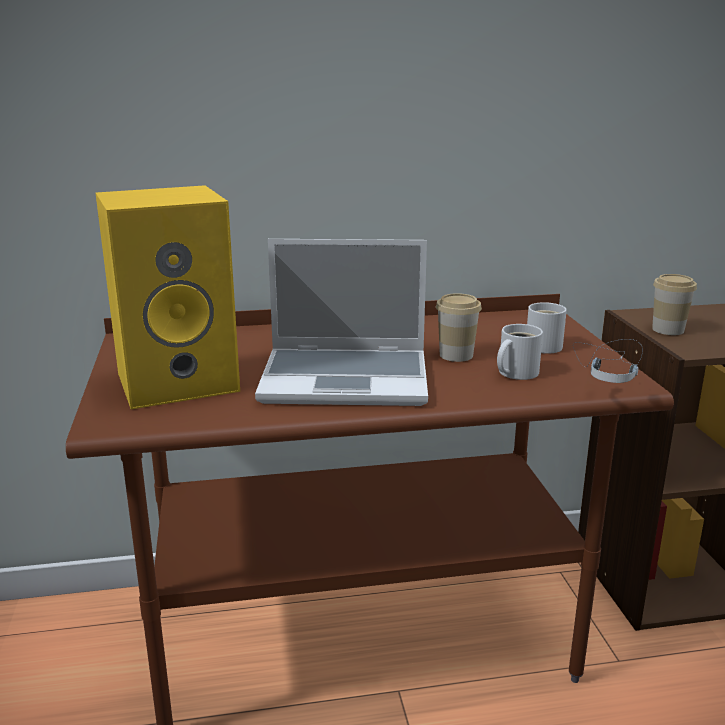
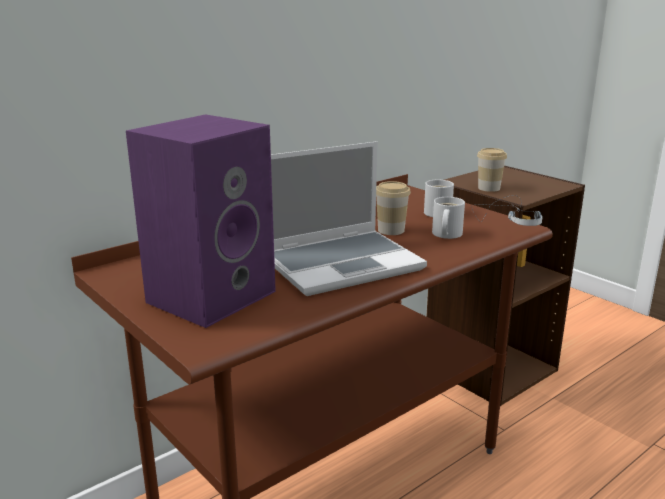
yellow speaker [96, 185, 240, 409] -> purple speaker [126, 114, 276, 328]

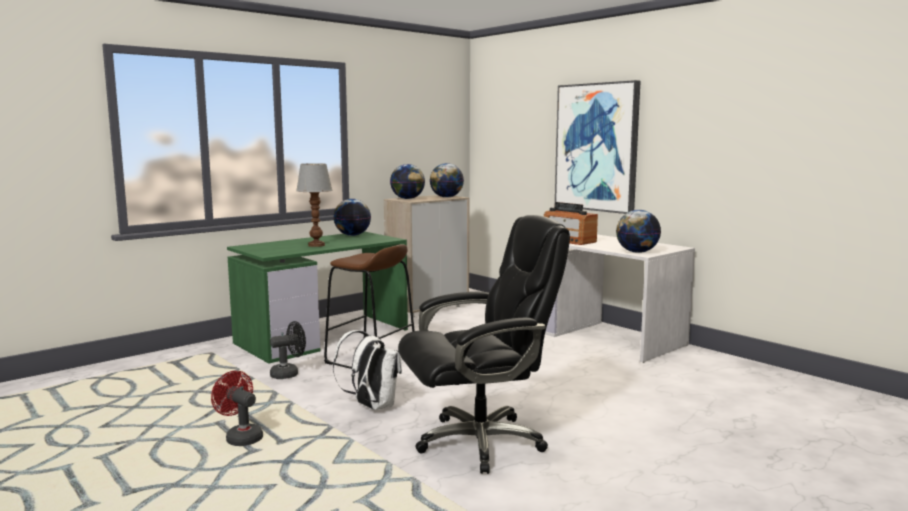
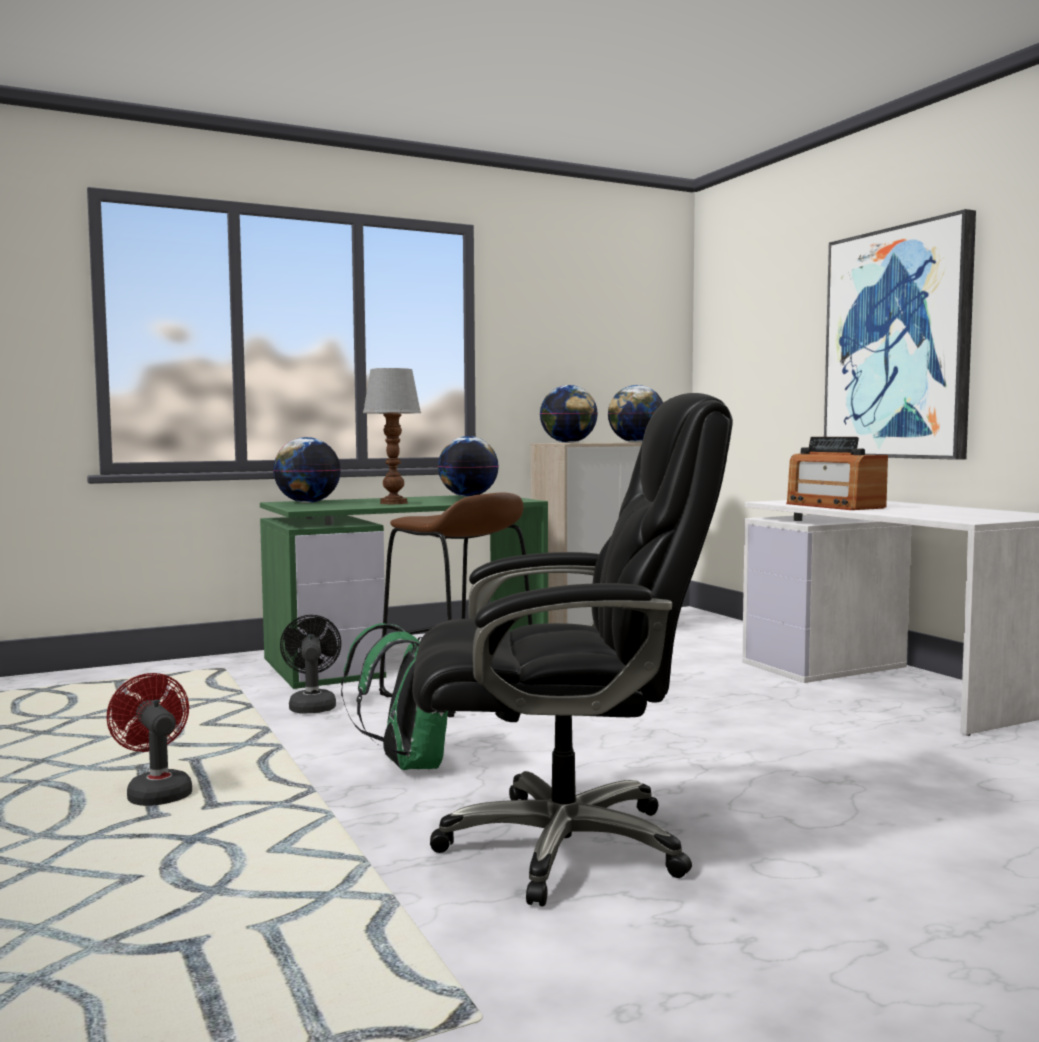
globe [616, 210, 661, 253] -> globe [273, 437, 341, 503], move
white backpack [333, 330, 402, 410] -> green backpack [341, 623, 448, 770]
black fan [270, 321, 306, 379] -> black fan [280, 615, 341, 713], 90 degrees counterclockwise

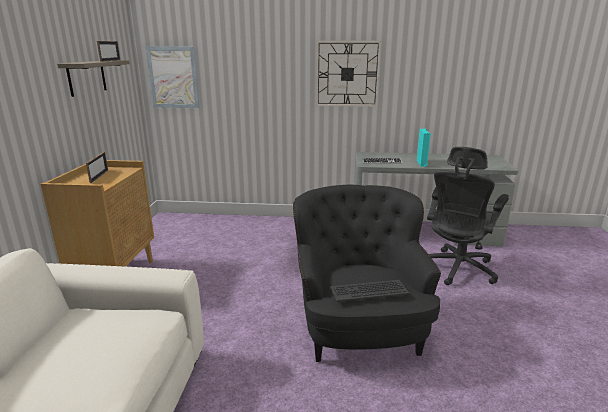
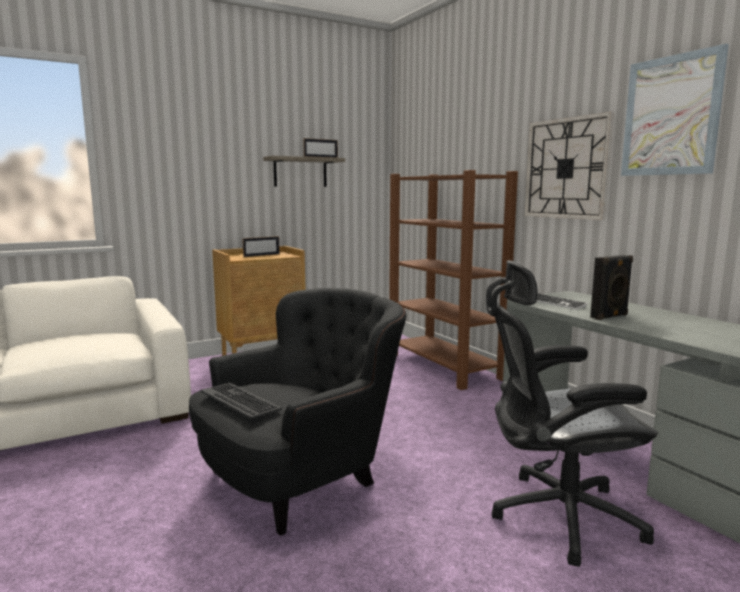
none -> brown bookcase [389, 170, 518, 390]
picture [146, 47, 200, 108] -> picture [621, 44, 729, 176], move
turquoise speaker [417, 129, 431, 167] -> black speaker [590, 255, 633, 320]

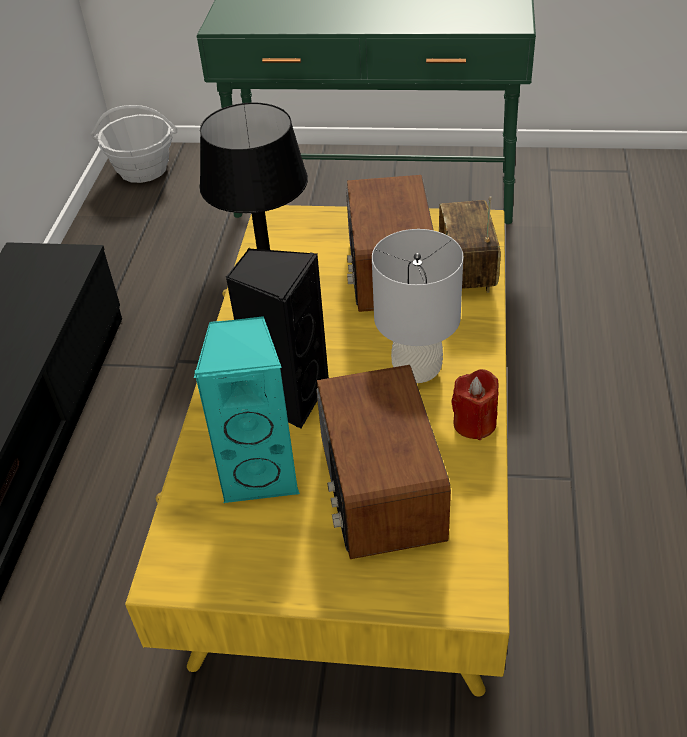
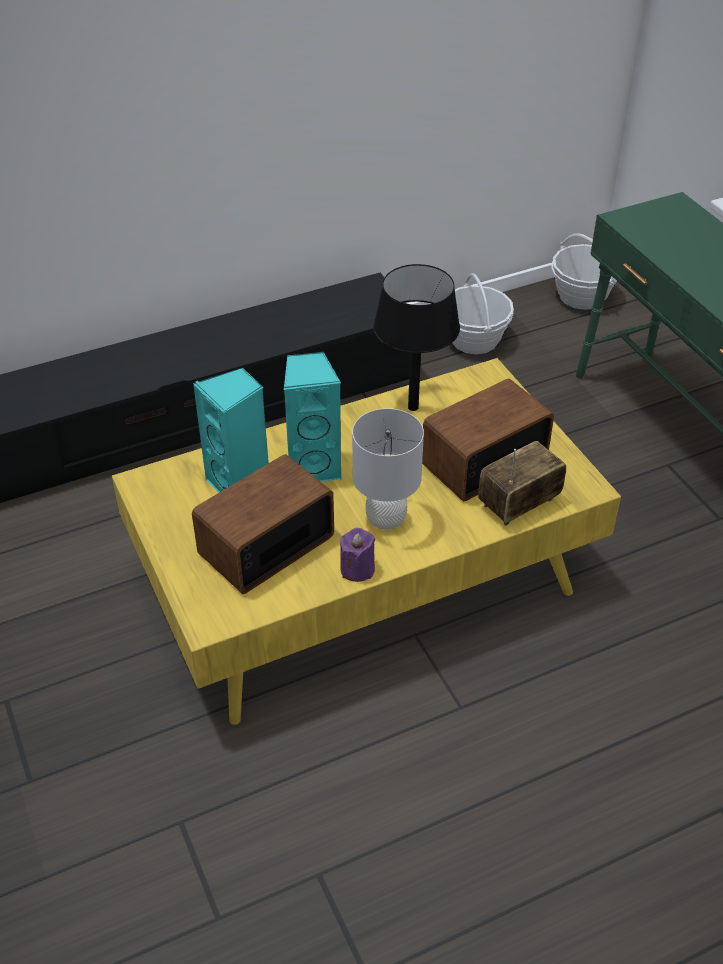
none -> basket [452, 273, 514, 354]
black speaker [225, 247, 329, 429] -> turquoise speaker [284, 352, 342, 482]
red candle [451, 369, 499, 440] -> purple candle [340, 528, 375, 582]

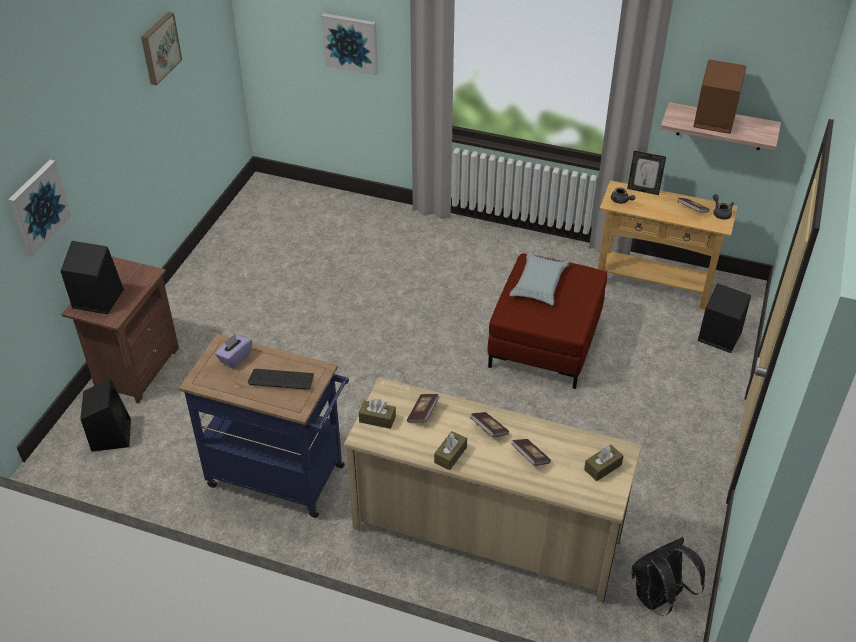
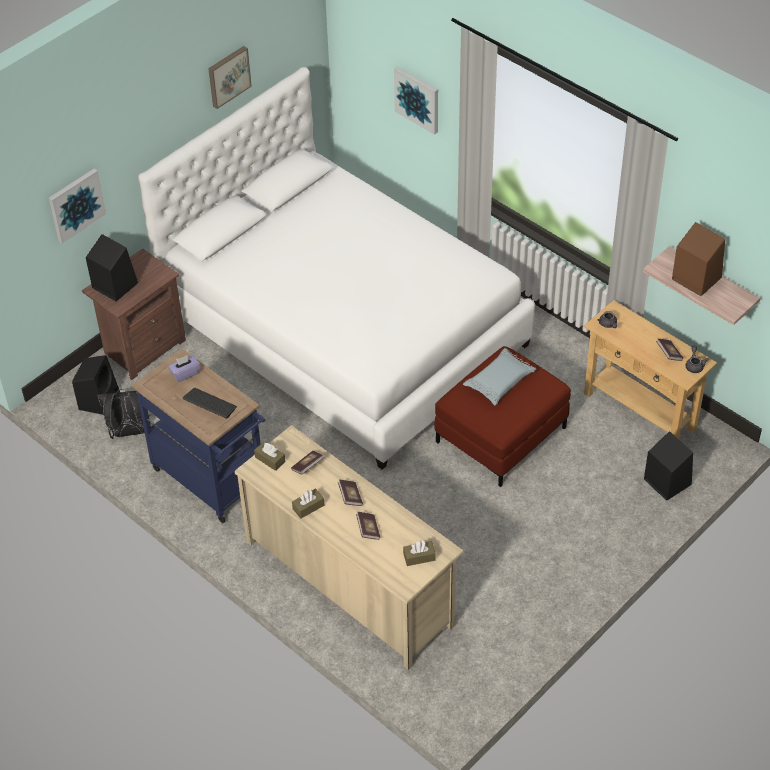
picture frame [627, 151, 666, 195] -> none
none -> white bed [138, 67, 535, 470]
black backpack [632, 537, 705, 616] -> black backpack [98, 389, 145, 439], move

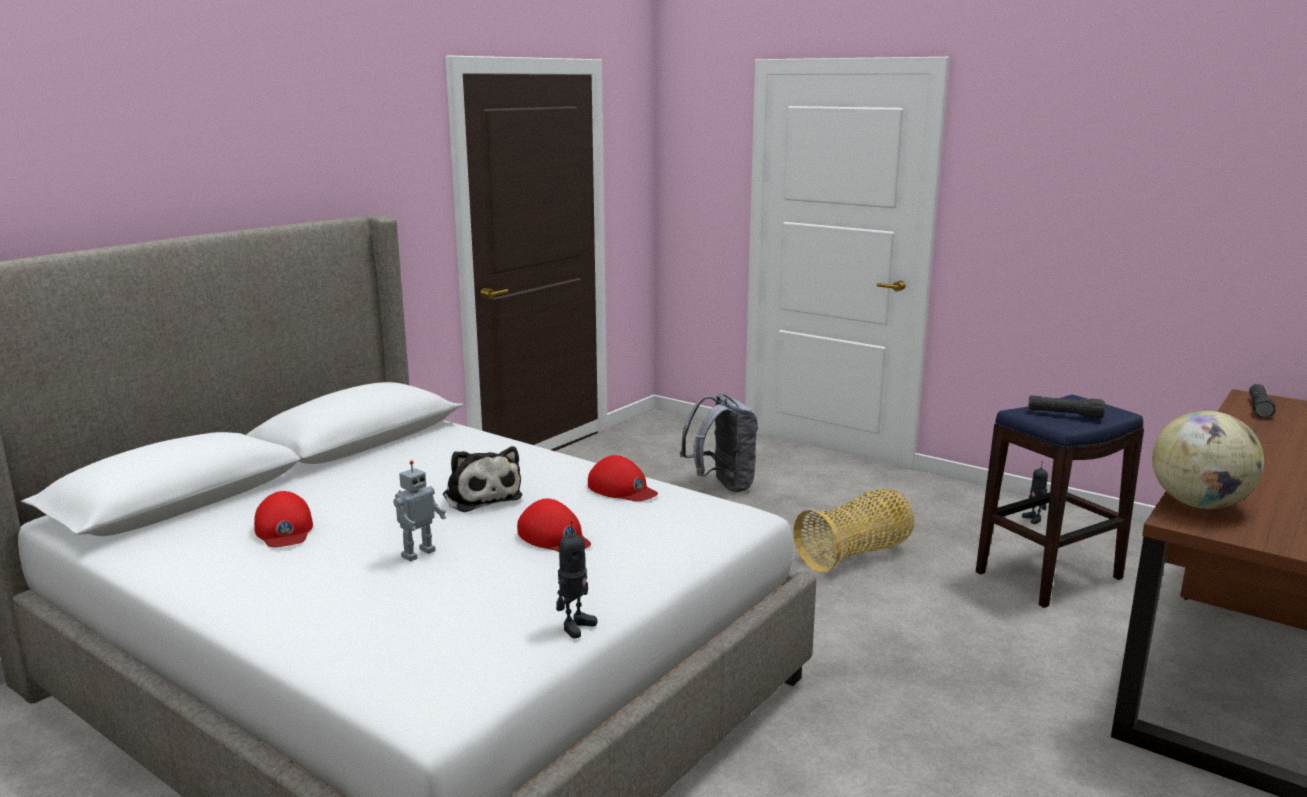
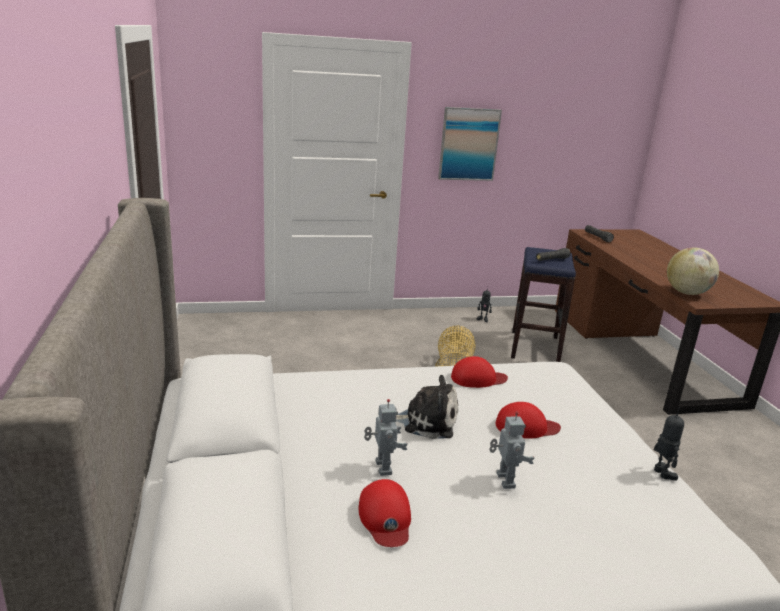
grey backpack [680, 393, 758, 493] -> none
none -> toy robot [364, 399, 408, 476]
none -> picture [438, 107, 502, 181]
red cap [254, 491, 313, 547] -> red cap [359, 479, 411, 547], 60 degrees clockwise

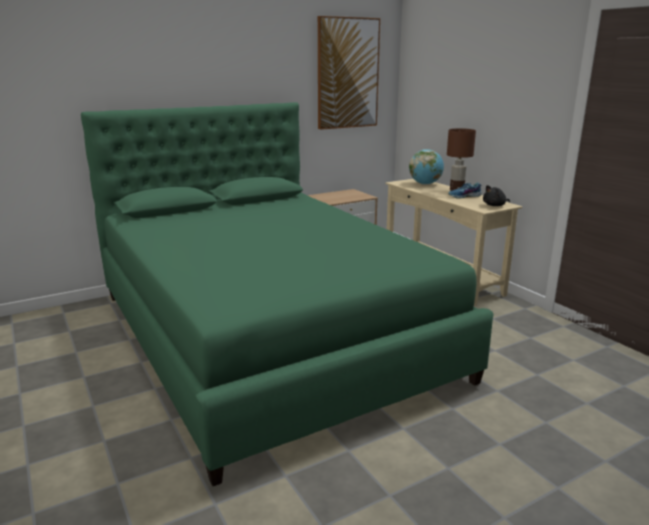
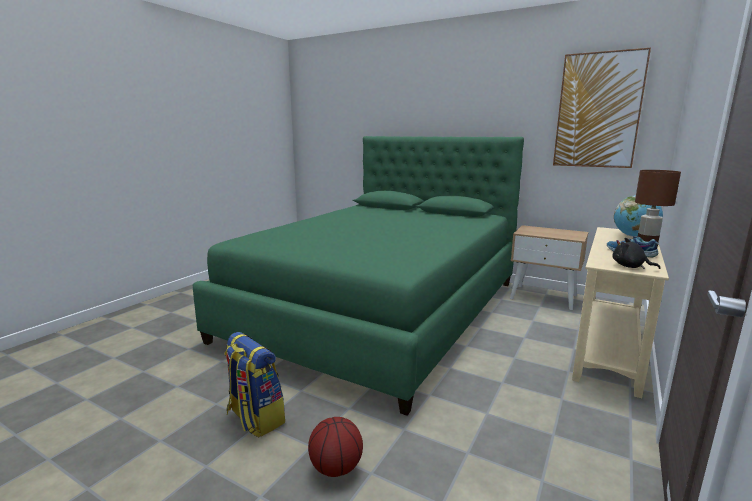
none -> backpack [224, 332, 285, 437]
none -> basketball [308, 417, 363, 477]

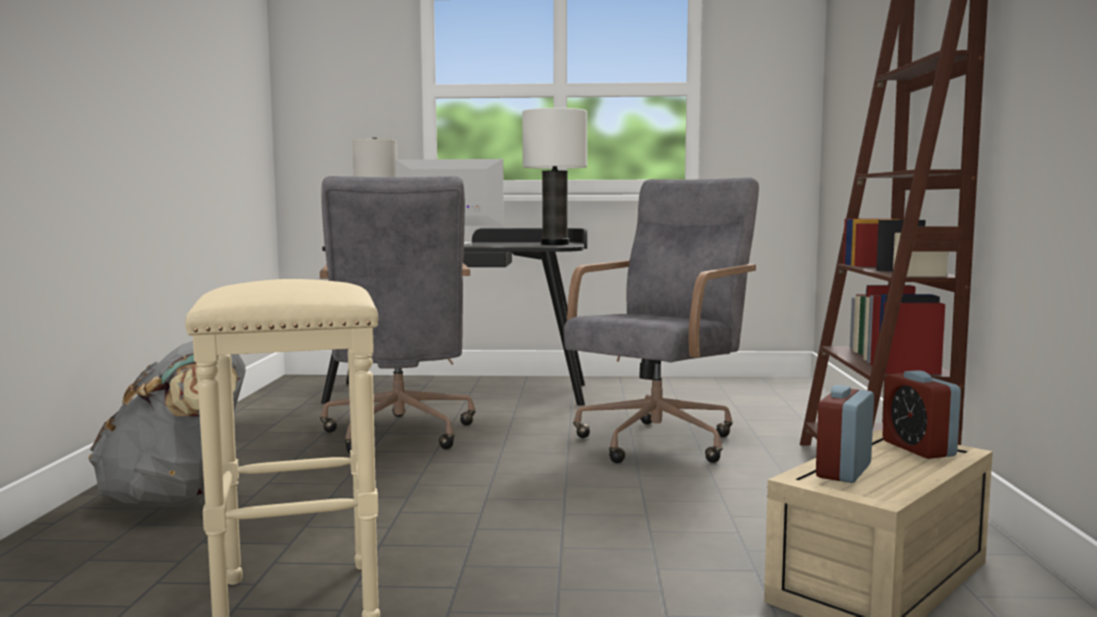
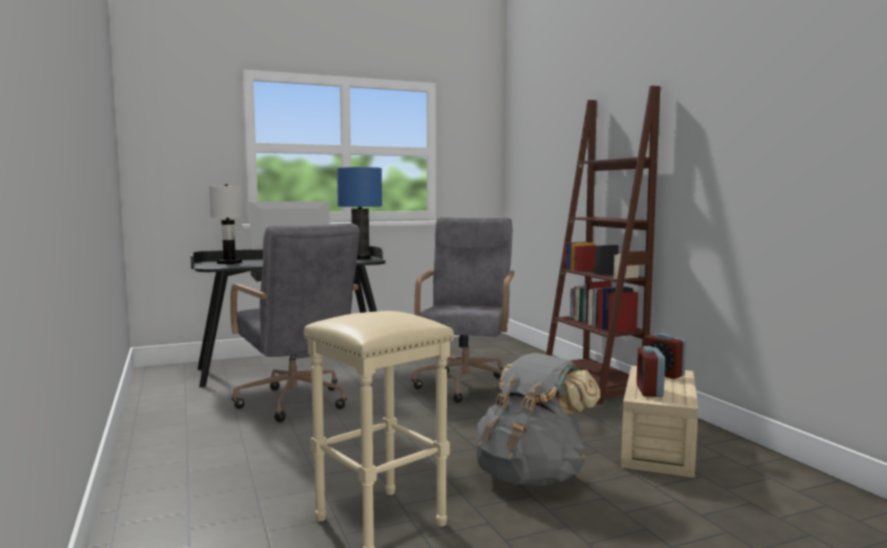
grey backpack [88, 341, 246, 507] -> grey backpack [475, 353, 600, 487], move
white table lamp [522, 108, 587, 245] -> blue table lamp [337, 167, 382, 260]

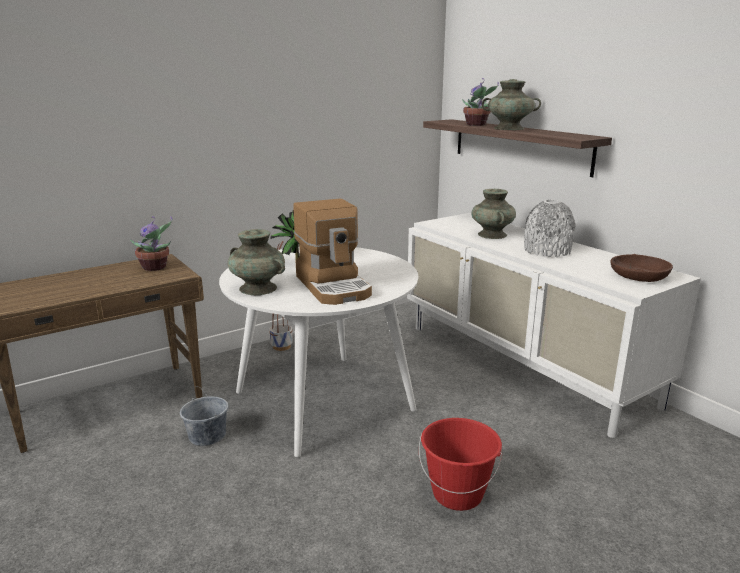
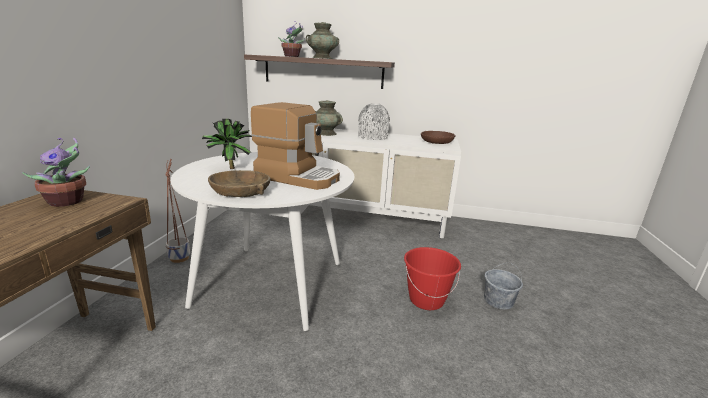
grey bucket [180, 387, 228, 446] -> grey bucket [484, 263, 523, 310], move
turquoise vase [228, 229, 285, 295] -> brown bowl [208, 170, 270, 197]

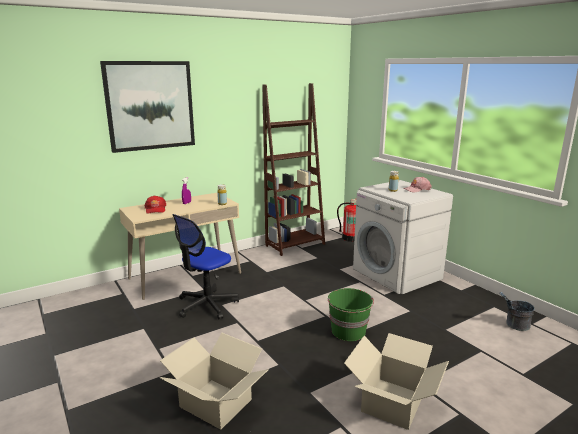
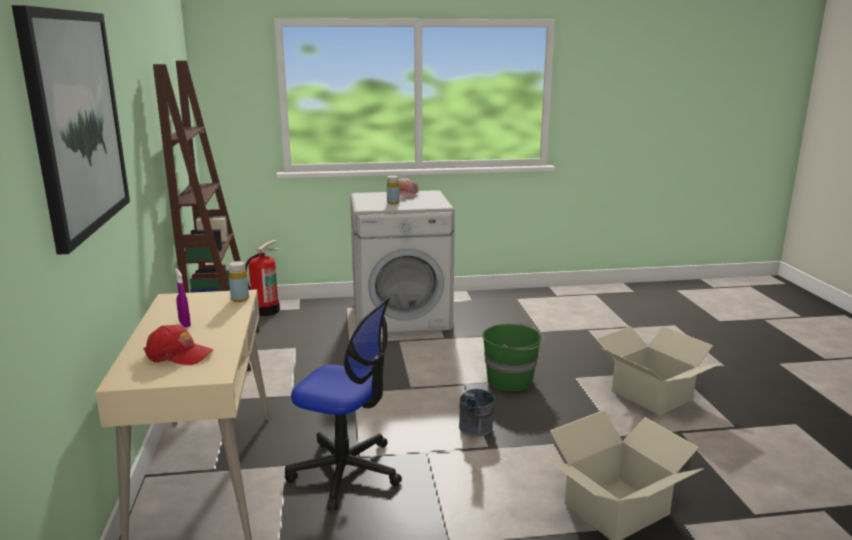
grey bucket [499, 292, 534, 331] -> grey bucket [459, 389, 495, 437], move
office chair [172, 214, 239, 319] -> office chair [285, 297, 402, 510], 45 degrees counterclockwise

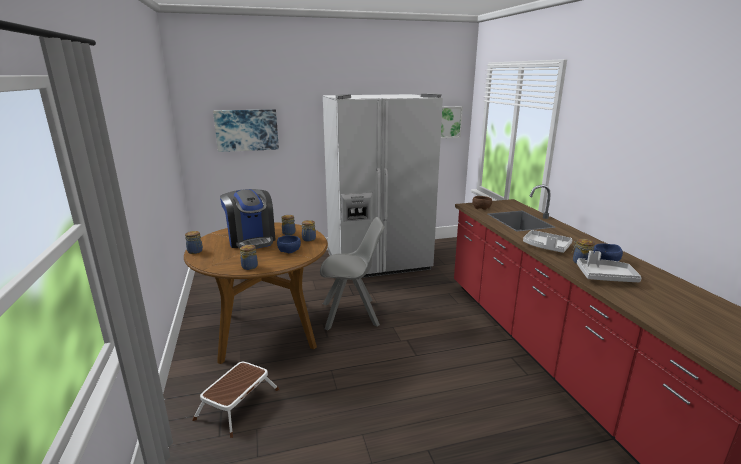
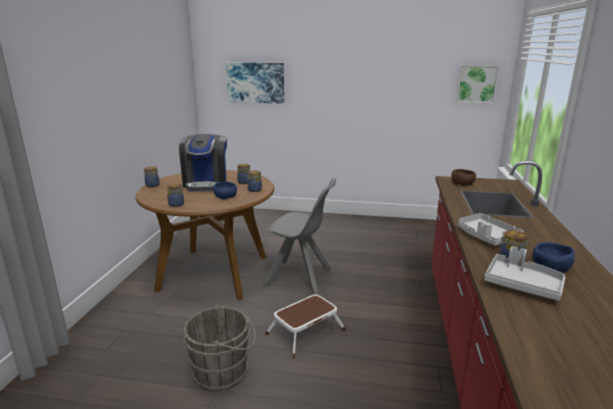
white fridge [323, 94, 443, 278] -> none
none -> grey bucket [183, 304, 256, 392]
brown step ladder [193, 362, 279, 438] -> brown step ladder [265, 294, 346, 358], move

